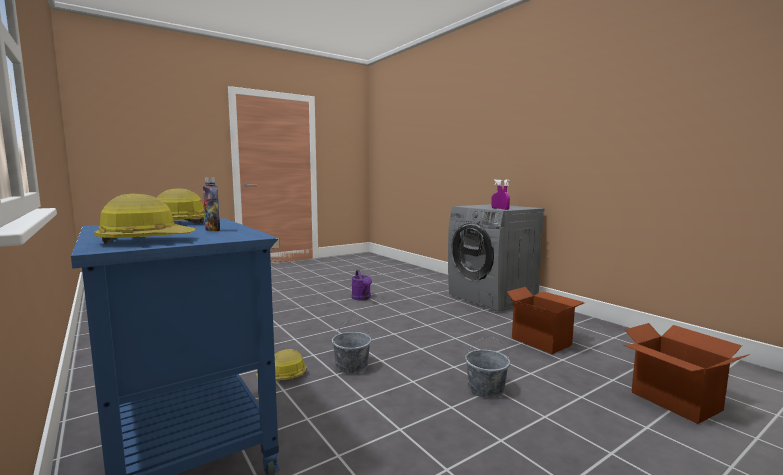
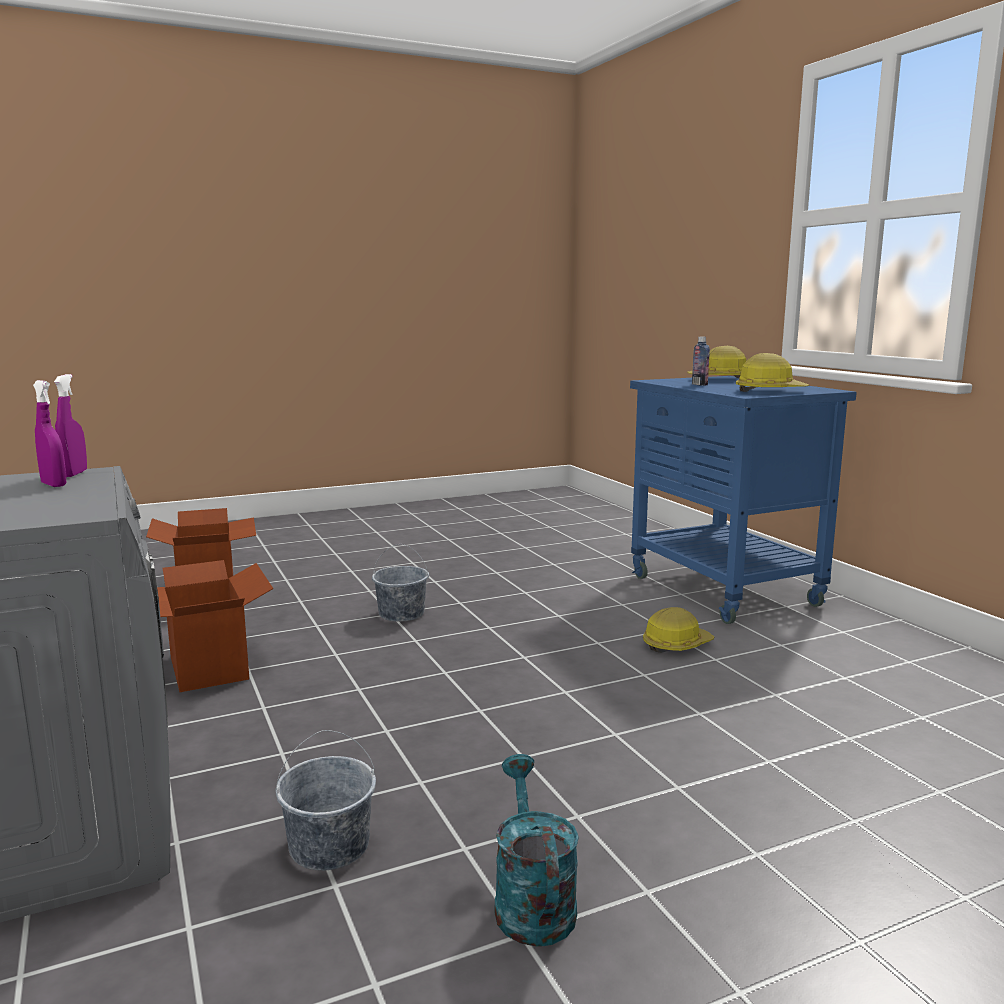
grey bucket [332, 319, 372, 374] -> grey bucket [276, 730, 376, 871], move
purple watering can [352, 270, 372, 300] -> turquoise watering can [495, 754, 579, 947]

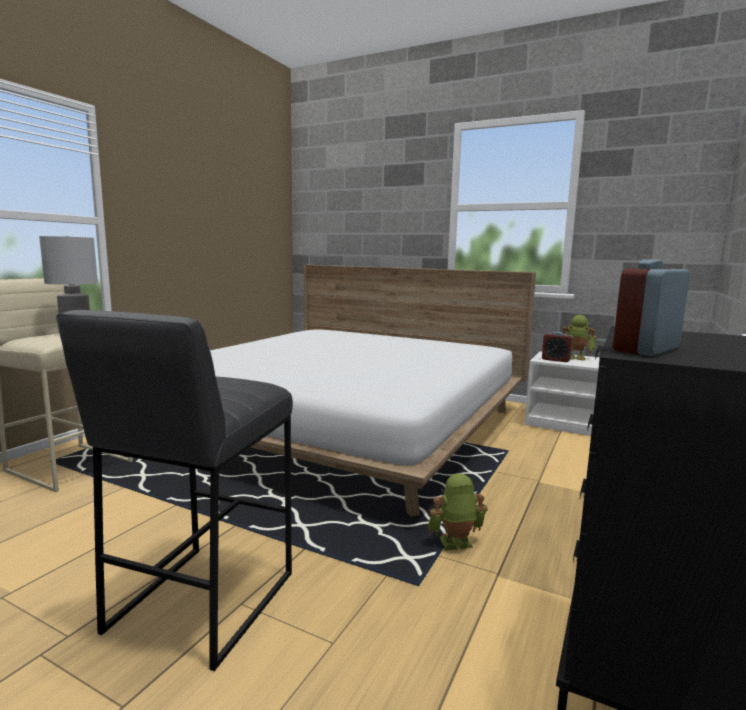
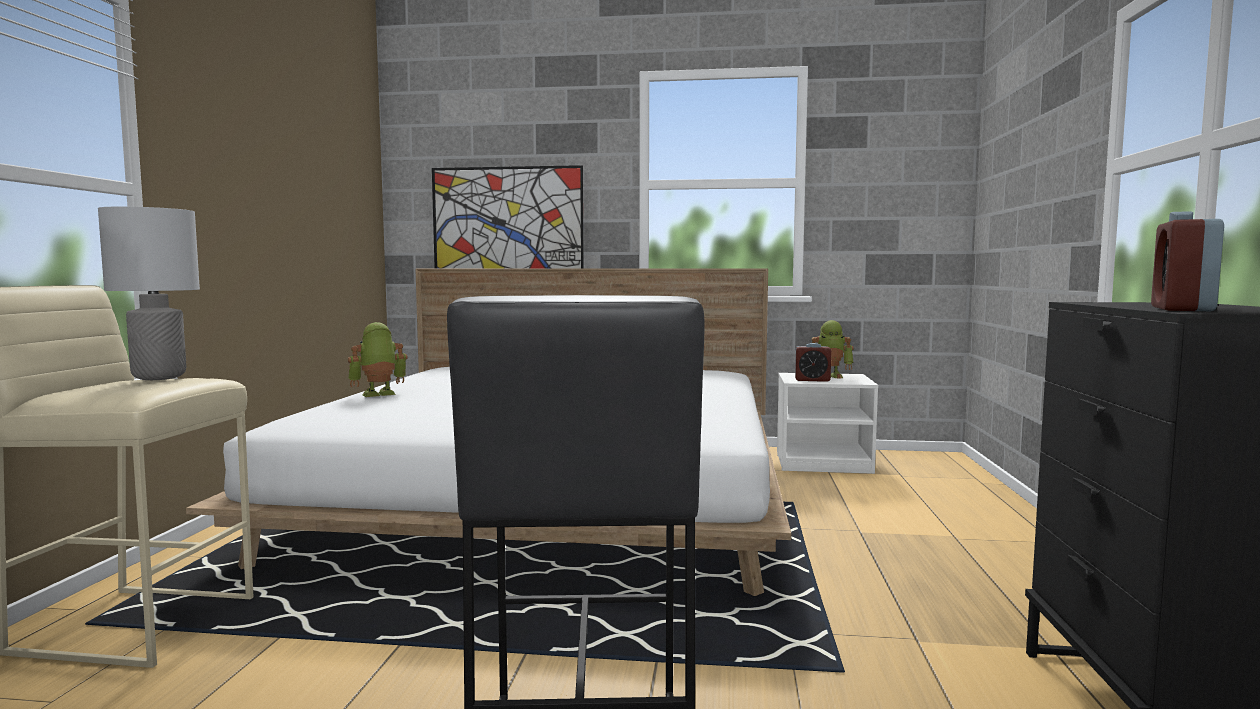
none -> picture [432, 165, 584, 269]
toy robot [428, 473, 488, 551] -> toy robot [348, 322, 408, 397], move

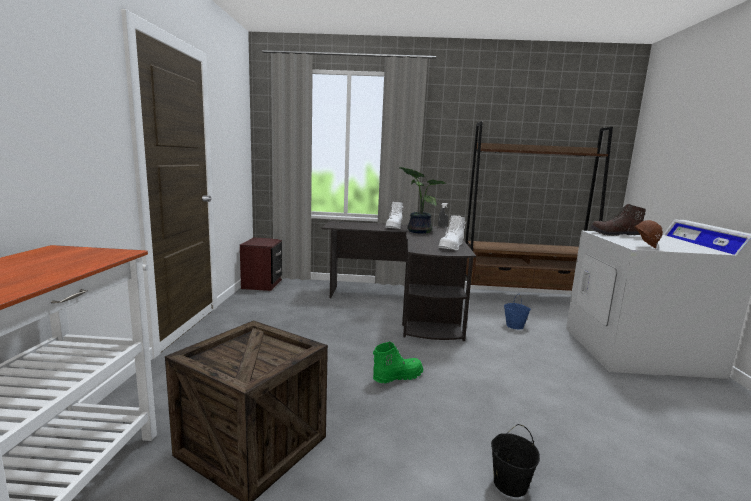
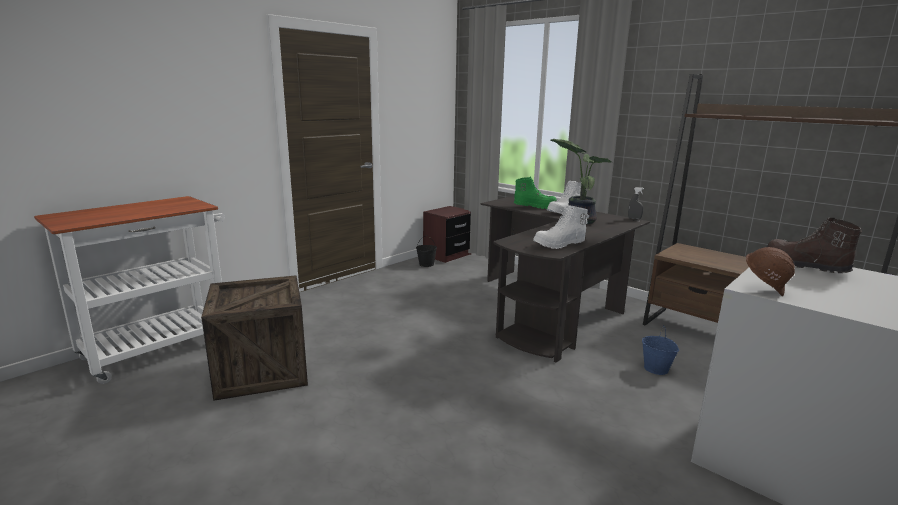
green boot [373, 342, 423, 383] -> green boot [514, 177, 557, 209], move
black bucket [491, 424, 540, 497] -> black bucket [416, 235, 437, 267], move

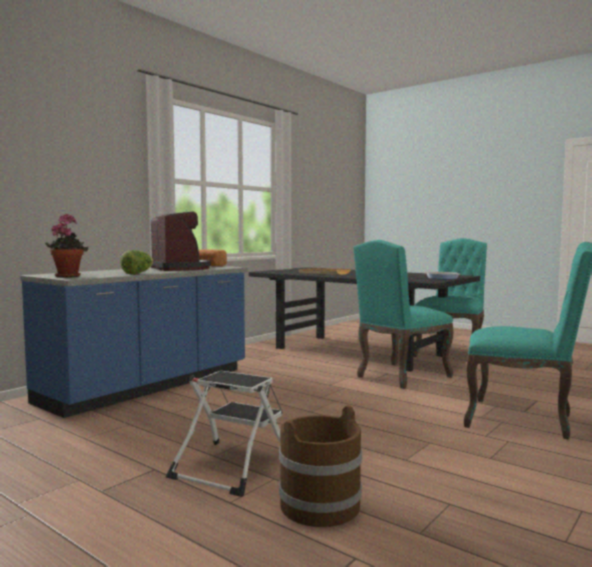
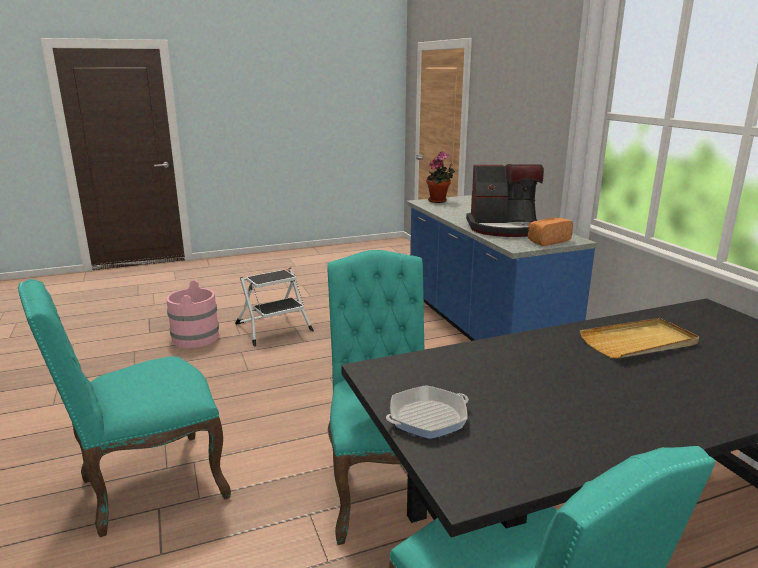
lettuce [120, 250, 153, 274] -> none
brown bucket [279, 405, 362, 527] -> pink bucket [166, 280, 219, 348]

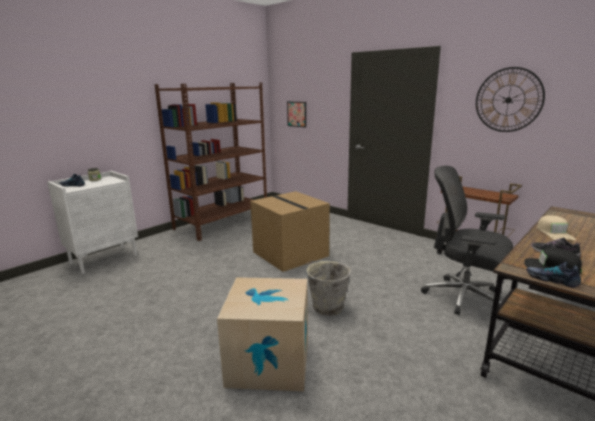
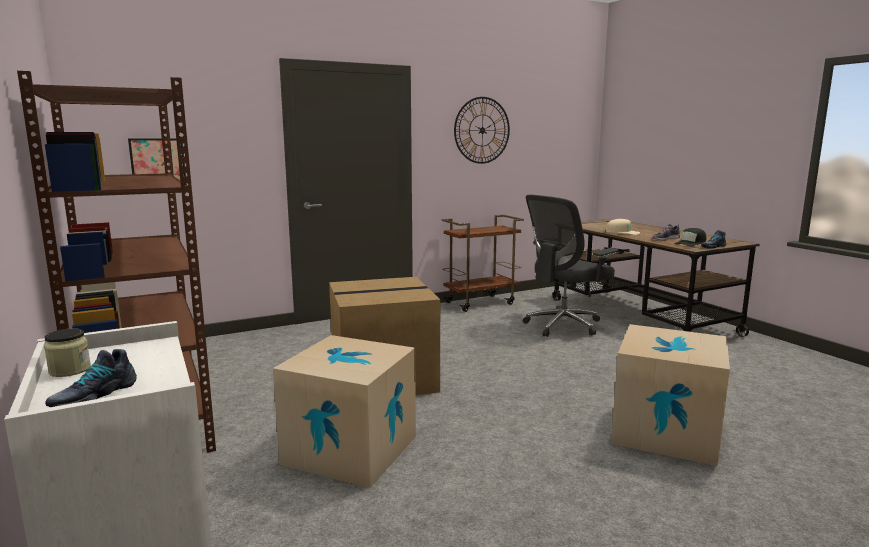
grey bucket [305, 260, 351, 316] -> none
none -> cardboard box [273, 335, 416, 488]

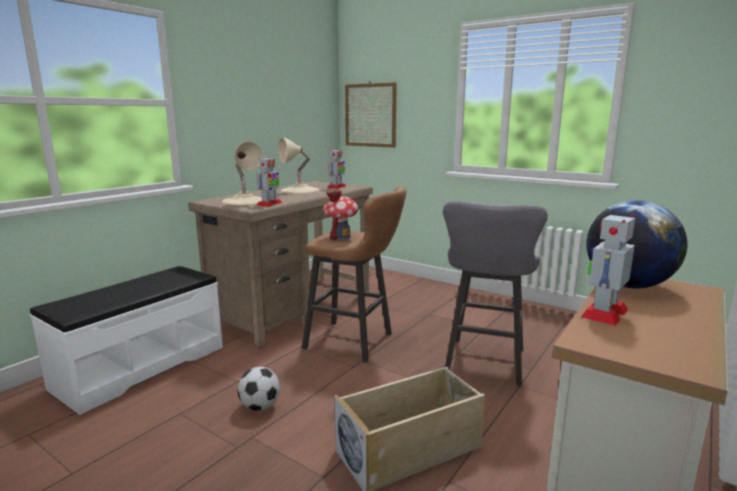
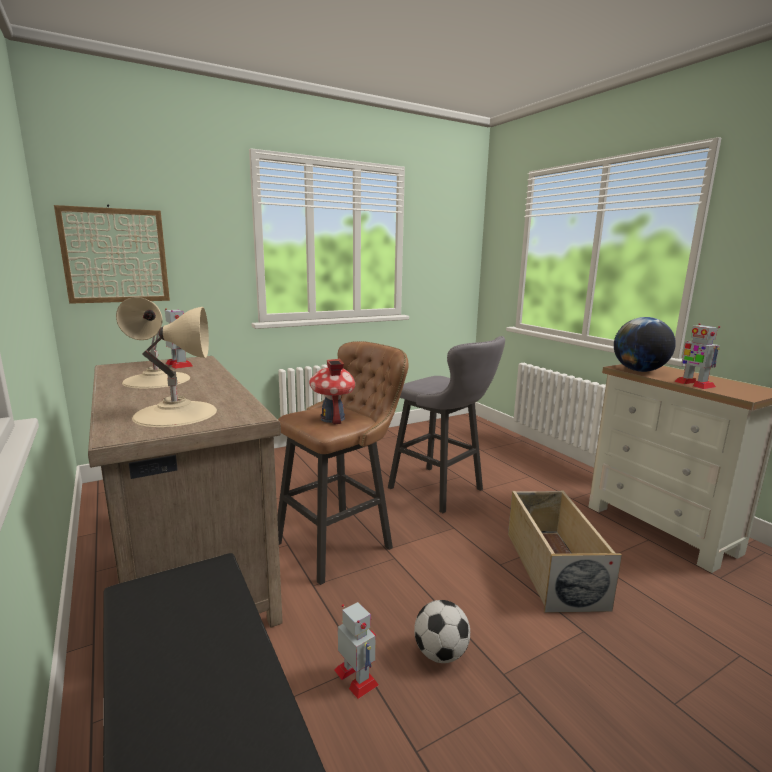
toy robot [257, 157, 282, 207] -> toy robot [334, 602, 379, 699], move

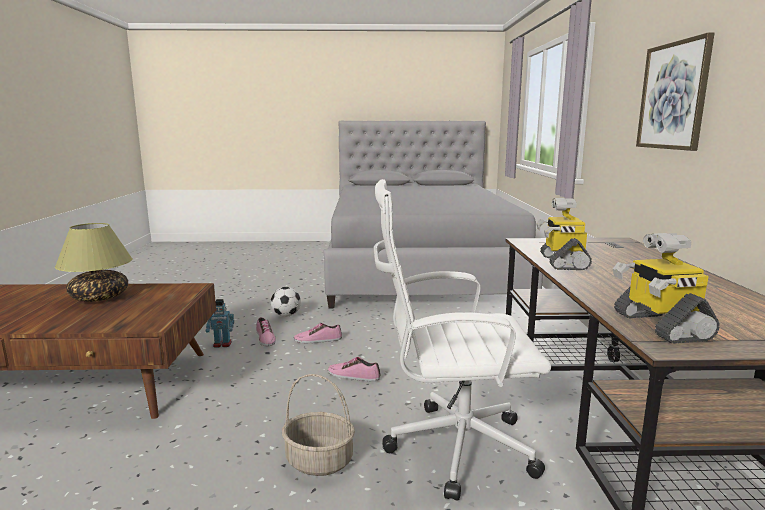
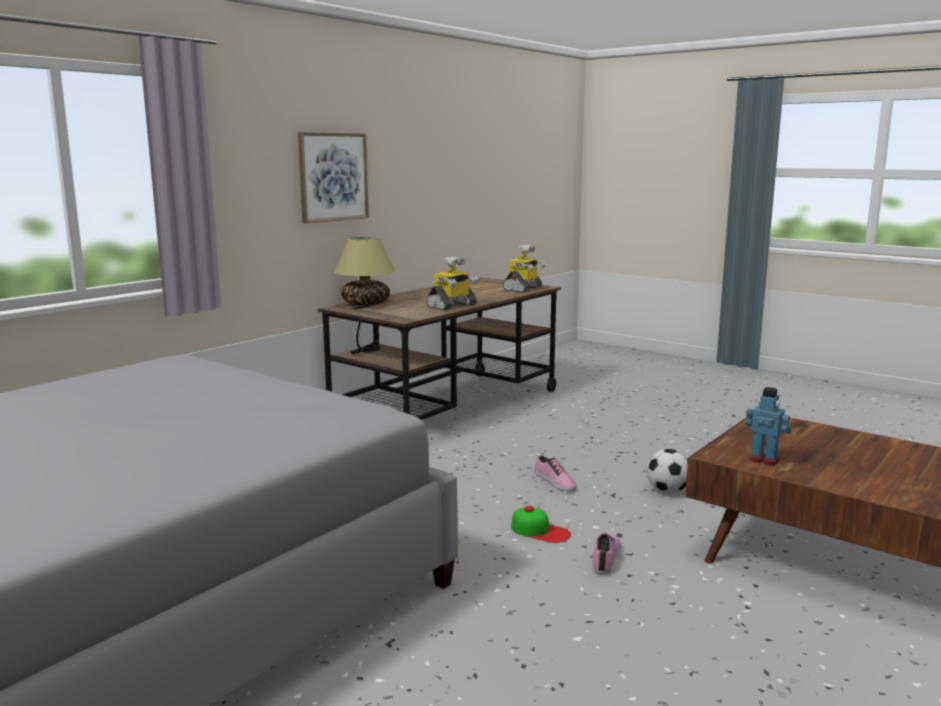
basket [282, 374, 355, 476] -> none
white office chair [374, 179, 551, 501] -> none
table lamp [55, 223, 132, 302] -> table lamp [334, 237, 395, 306], move
toy robot [206, 299, 234, 348] -> toy robot [745, 387, 792, 465], move
football [271, 287, 301, 317] -> football [647, 449, 688, 493], move
shoe [294, 323, 342, 343] -> cap [511, 506, 571, 543]

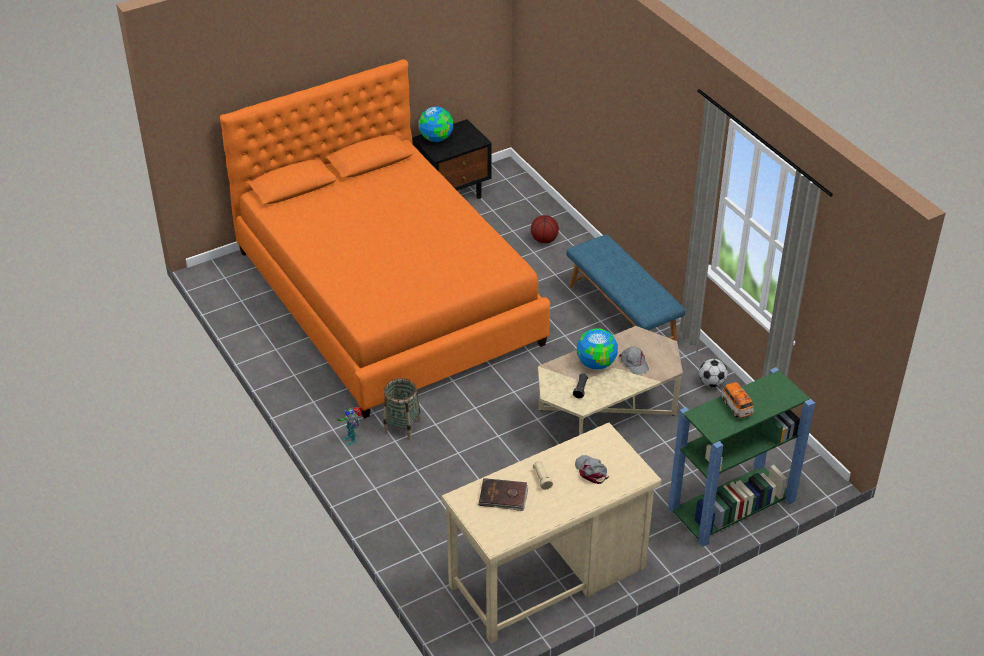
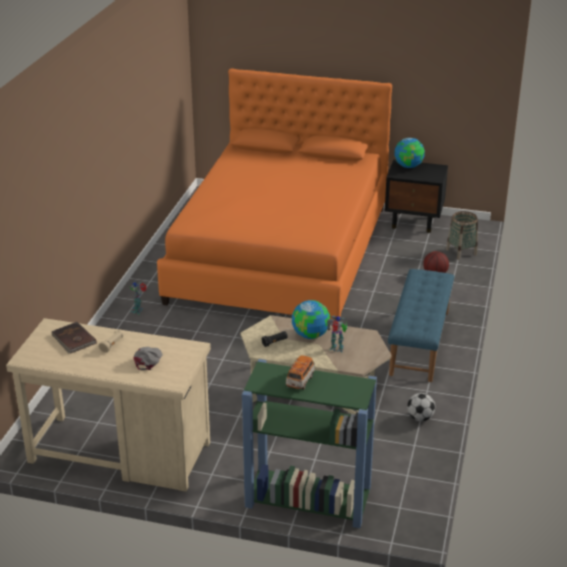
basket [383, 378, 421, 440] -> basket [446, 211, 478, 260], move
grey cap [619, 346, 649, 375] -> toy robot [327, 316, 347, 353]

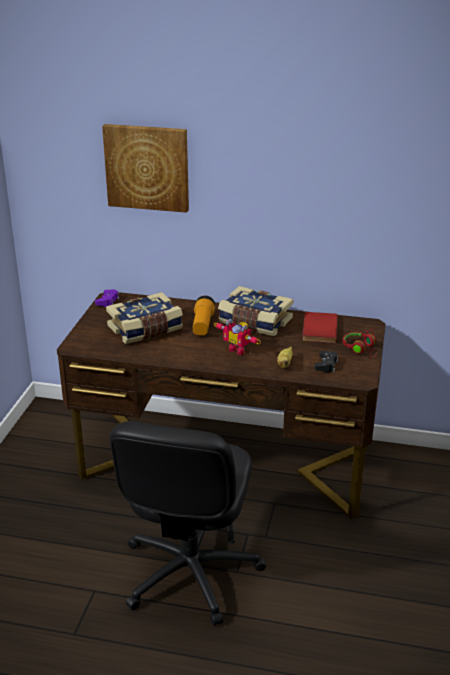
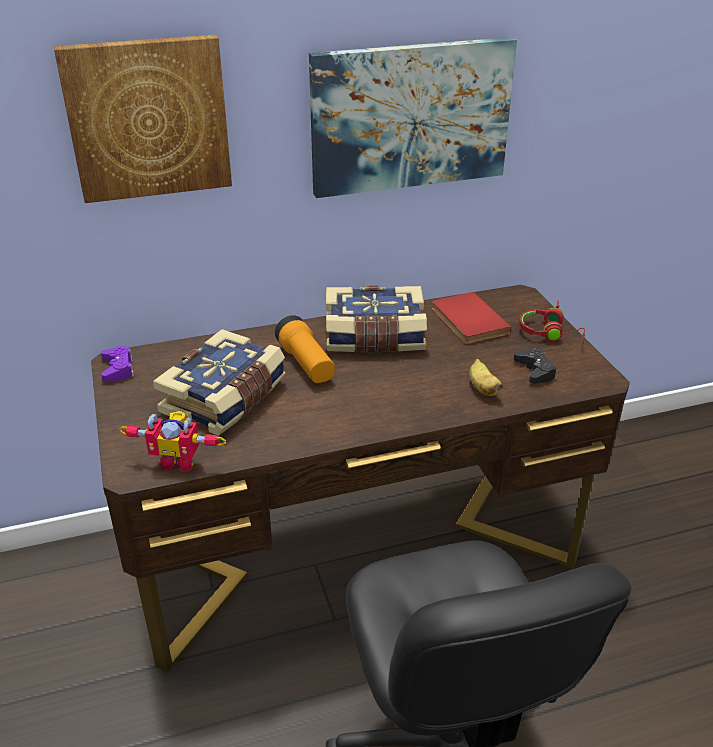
none -> picture [309, 37, 517, 198]
toy robot [214, 319, 261, 355] -> toy robot [119, 411, 226, 473], move

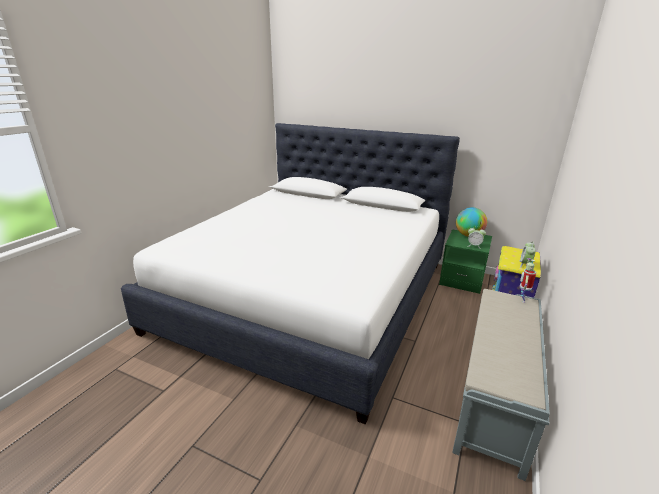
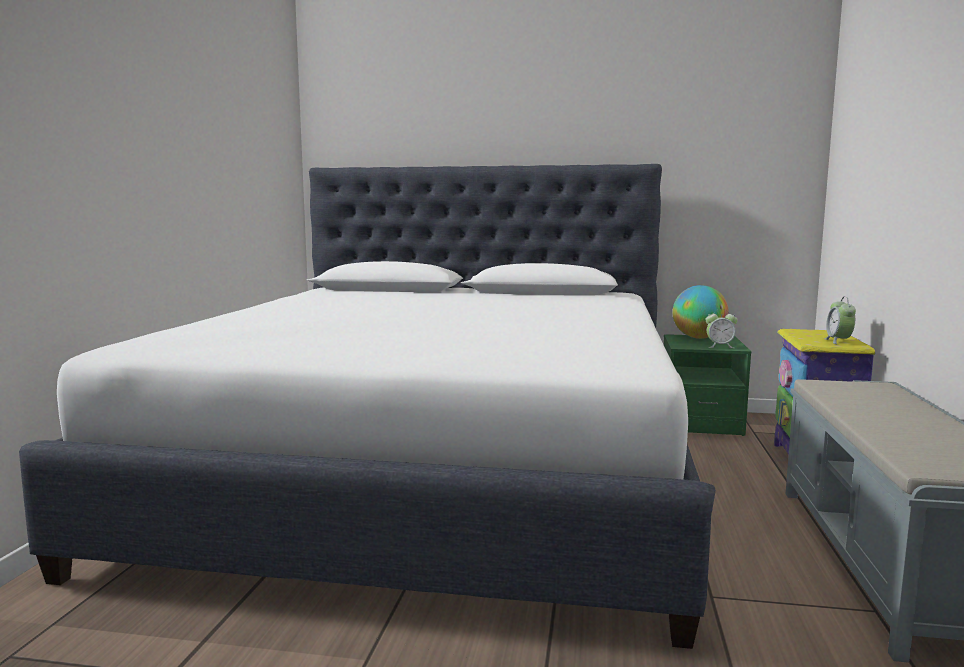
toy robot [520, 258, 536, 303] -> none

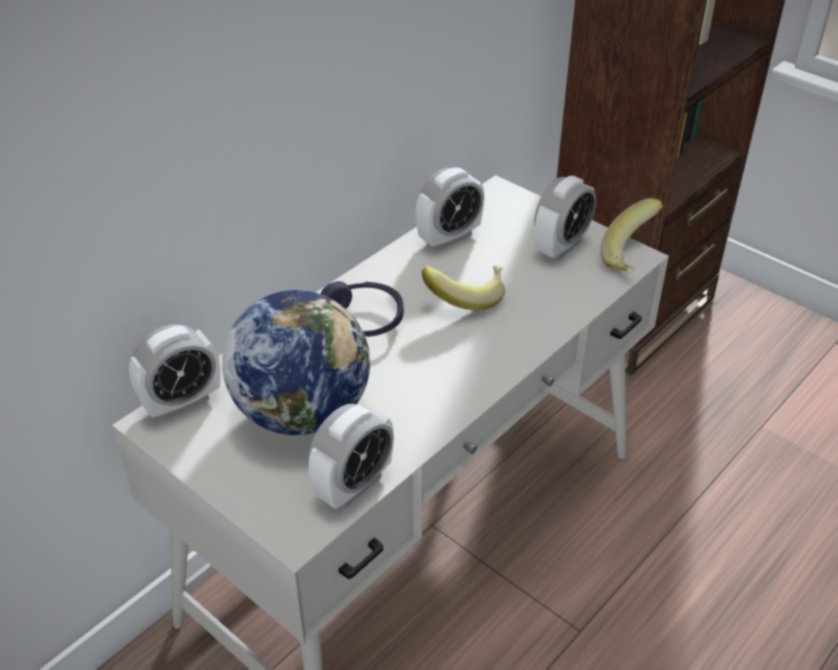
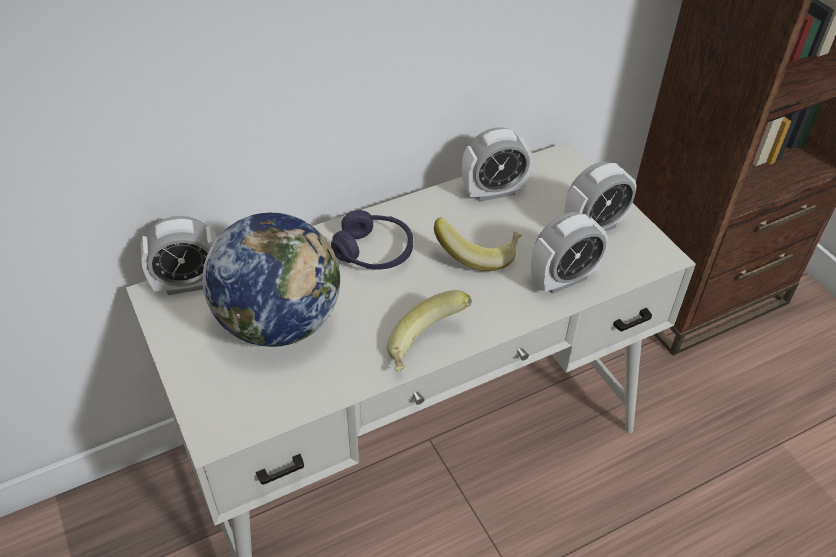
alarm clock [309, 404, 394, 509] -> alarm clock [531, 212, 608, 294], move
banana [601, 198, 663, 274] -> banana [387, 290, 472, 372], move

